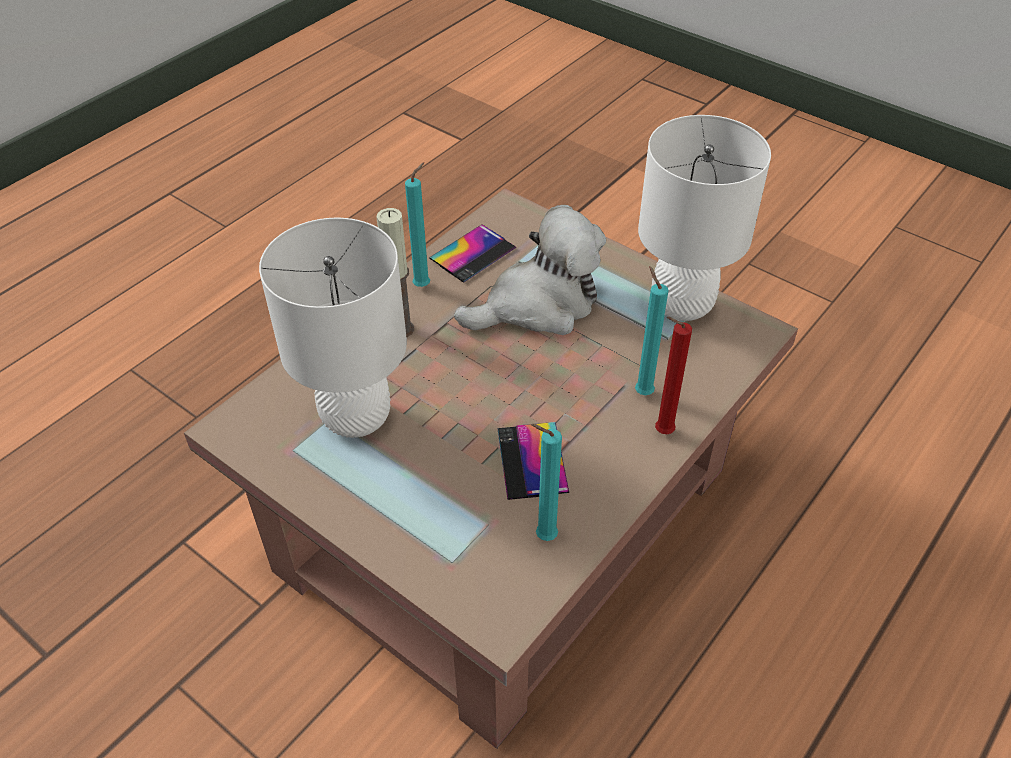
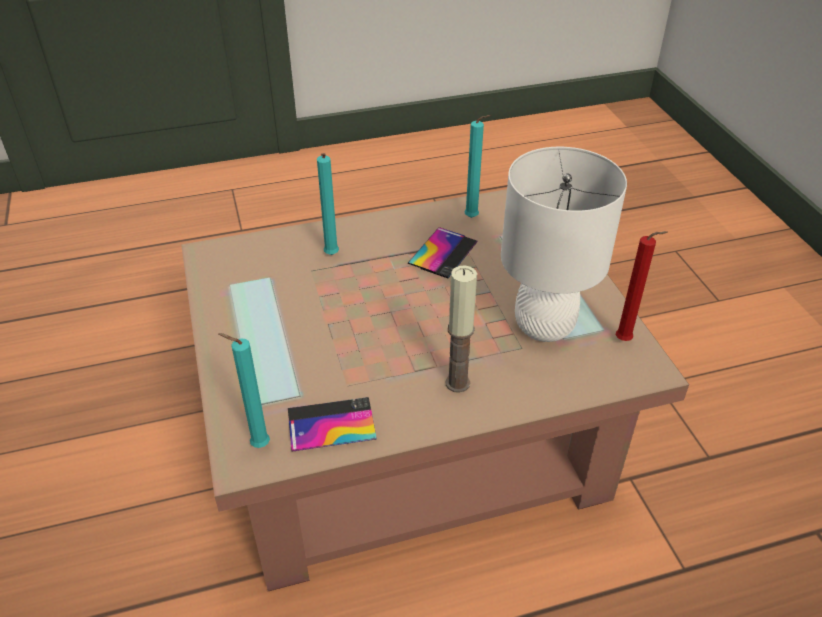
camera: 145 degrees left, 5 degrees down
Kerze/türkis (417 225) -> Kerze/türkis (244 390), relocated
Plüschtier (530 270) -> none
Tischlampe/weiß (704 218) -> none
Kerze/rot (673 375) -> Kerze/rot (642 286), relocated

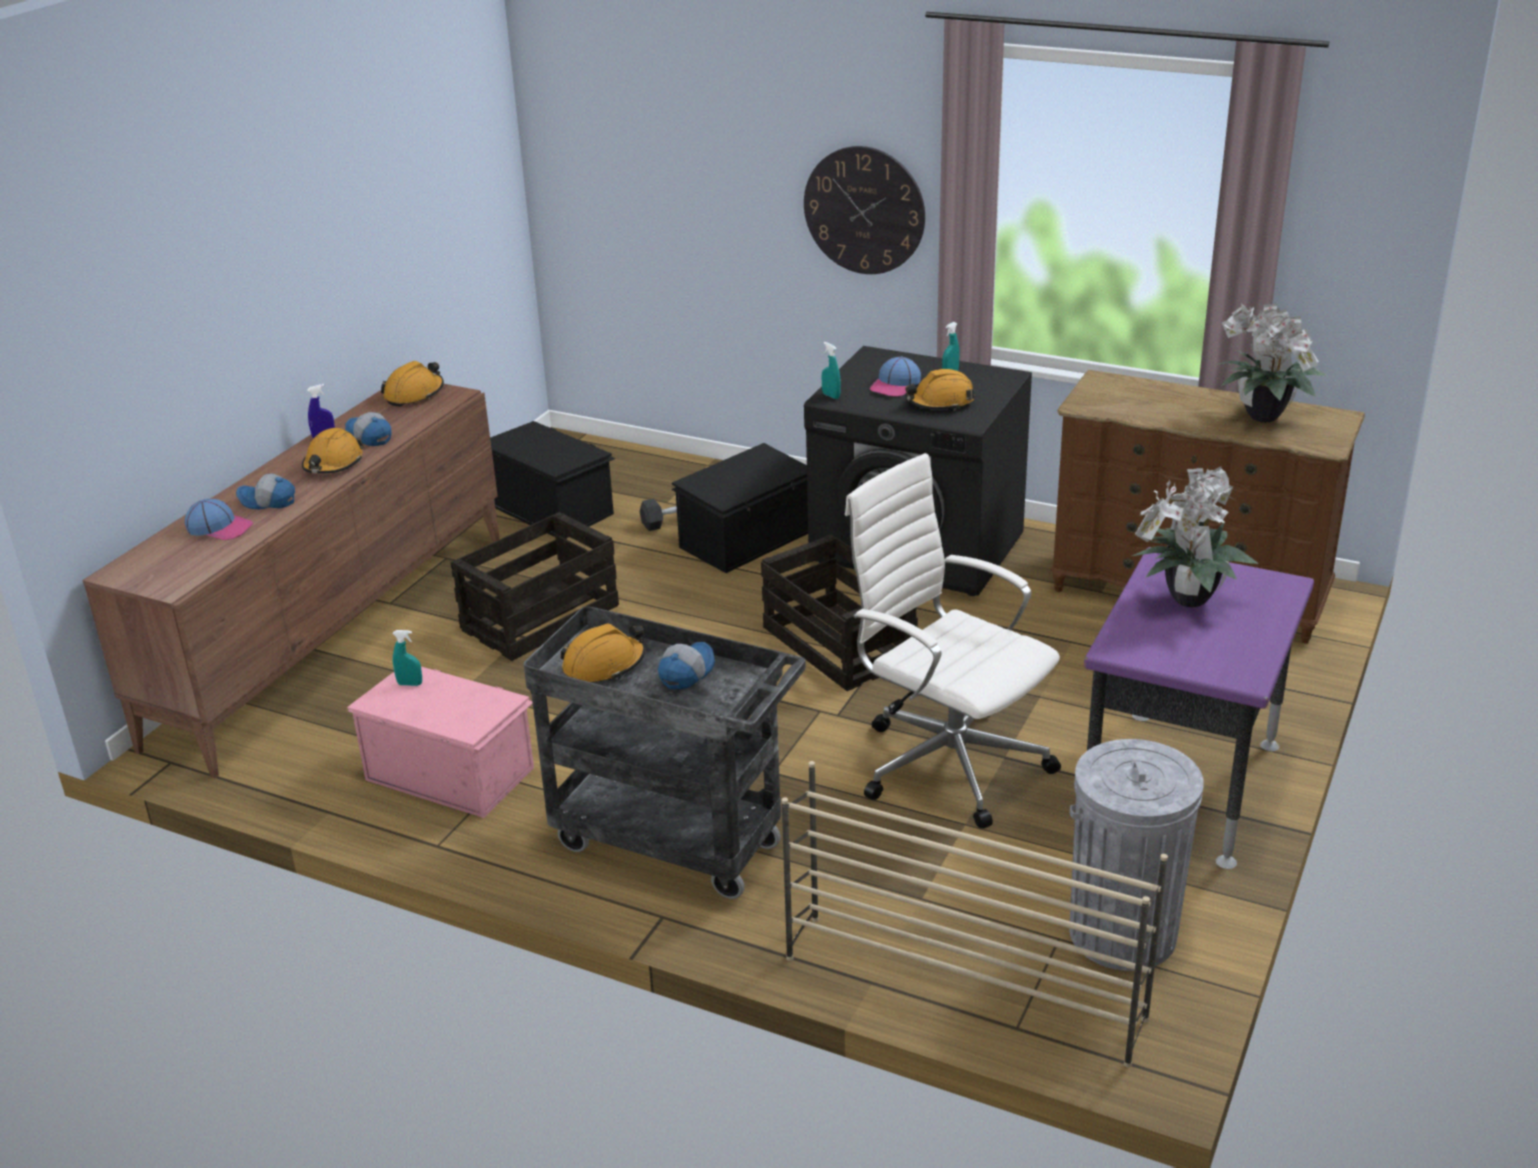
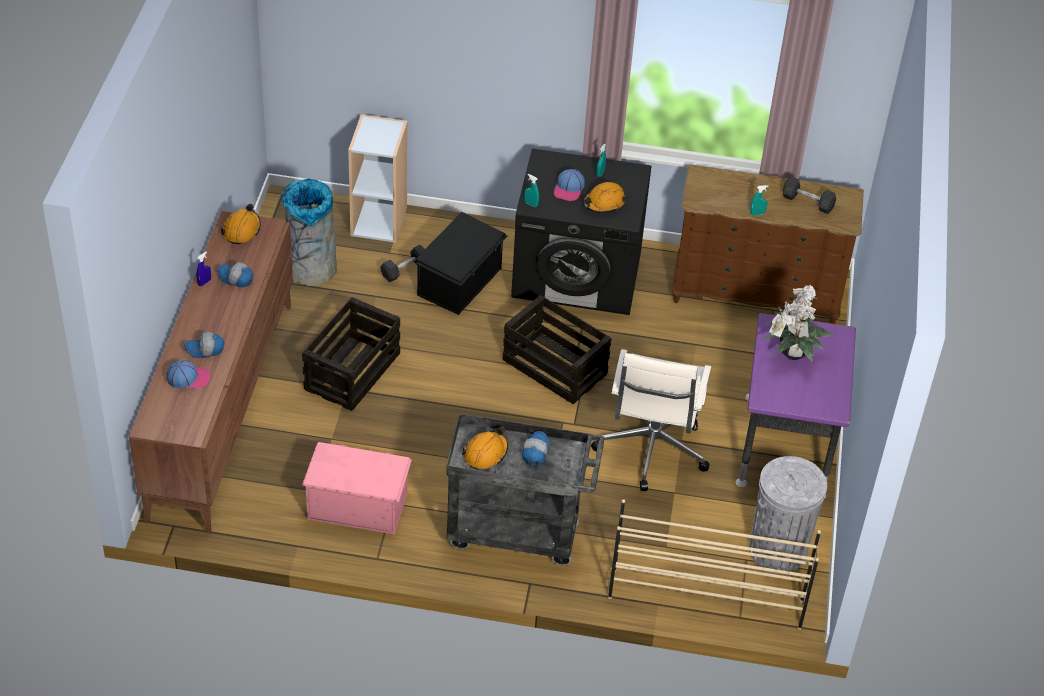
camera: 20 degrees left, 15 degrees up
Schutzhelm/orange (333 451) -> none
Sprühflasche/türkis (407 658) -> Sprühflasche/türkis (759 200), relocated
Aufbewahrungsbox/schwarz (553 479) -> Mülleimer/grau (309 232)
Wanduhr (864 210) -> none
Bürostuhl/weiß (953 641) -> Bürostuhl/weiß (651 420), 105 degrees counterclockwise
Topfpflanze (1272 363) -> Hantel/grau (809 195)
none -> Bücherregal (377 178)

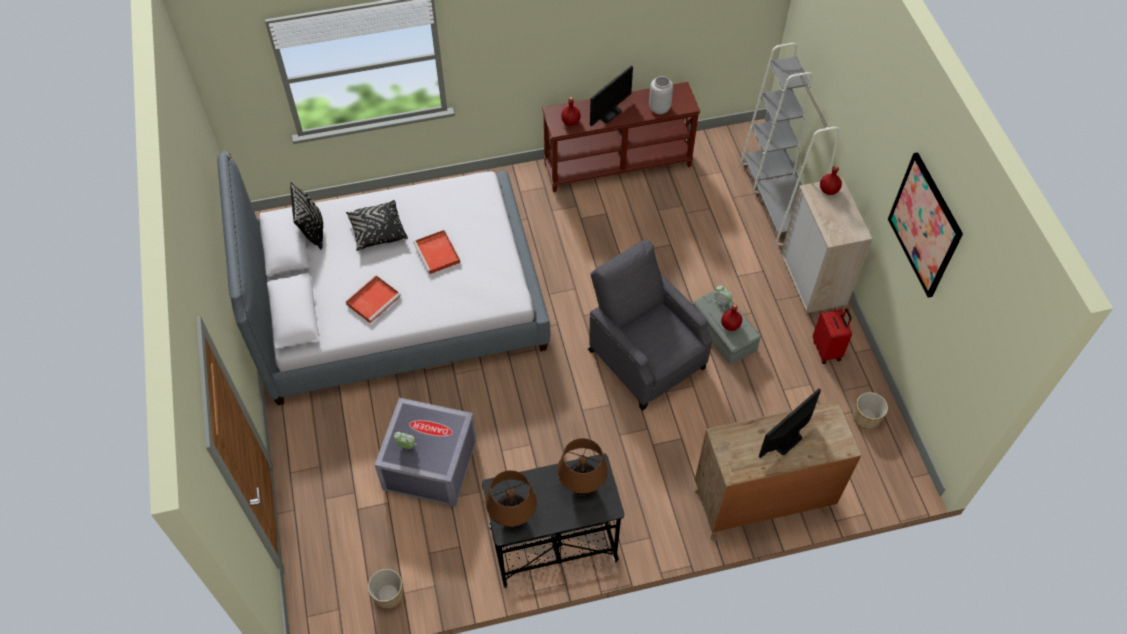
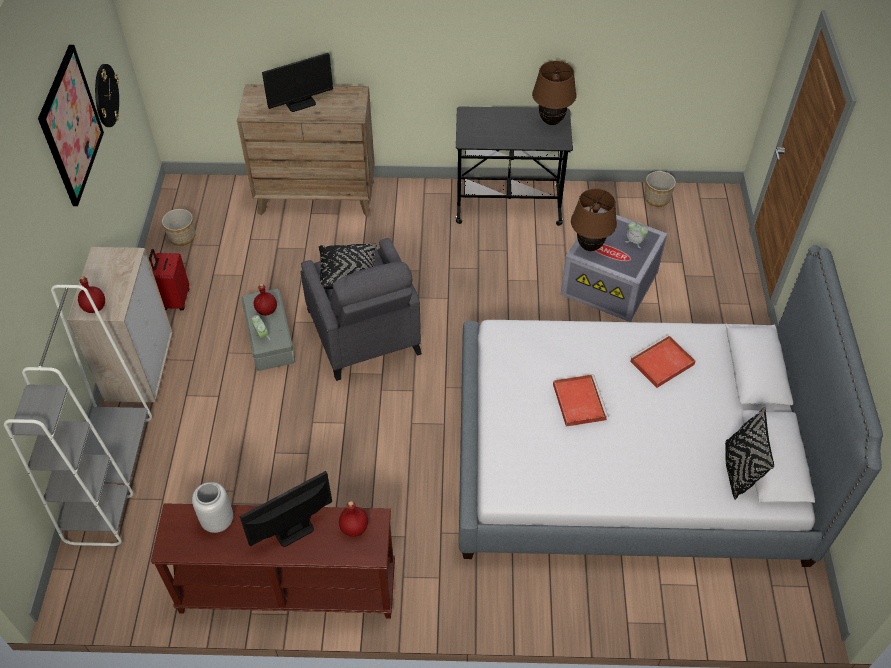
camera: 165 degrees left, 5 degrees down
Kissen/schwarz (377 225) -> Kissen/schwarz (348 266), relocated
Tischlampe/braun (582 467) -> Tischlampe/braun (594 219), relocated
none -> Wanduhr (107 95)

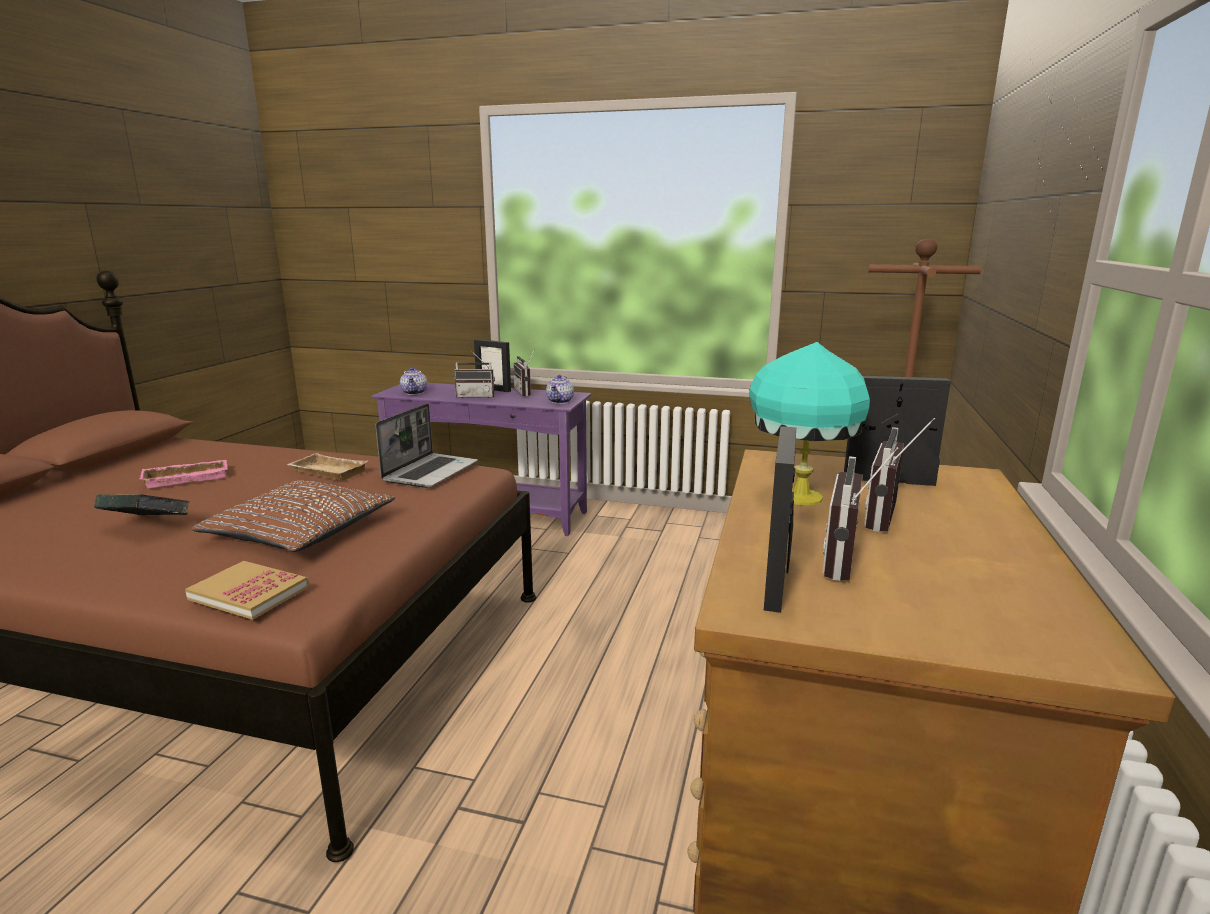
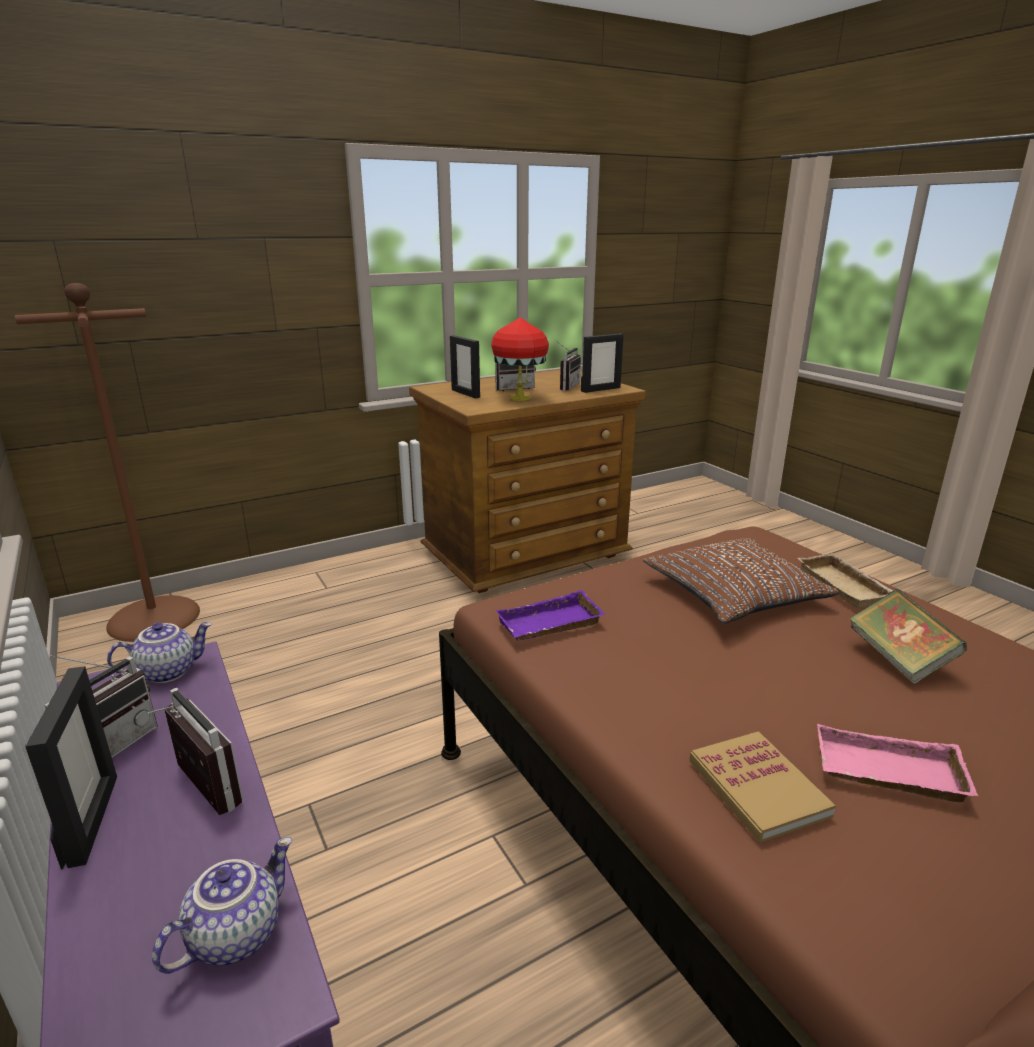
camera: 135 degrees left, 5 degrees up
Buch (247 590) -> Buch (762 787), relocated
Tablett/beige (327 467) -> Tablett/beige (845 581), relocated
Laptop (427 445) -> Tablett/lila (550 615)
Tischlampe/türkis (809 423) -> Tischlampe/rot (520 359)
Radio (860 514) -> Radio (568 365), 45 degrees counterclockwise

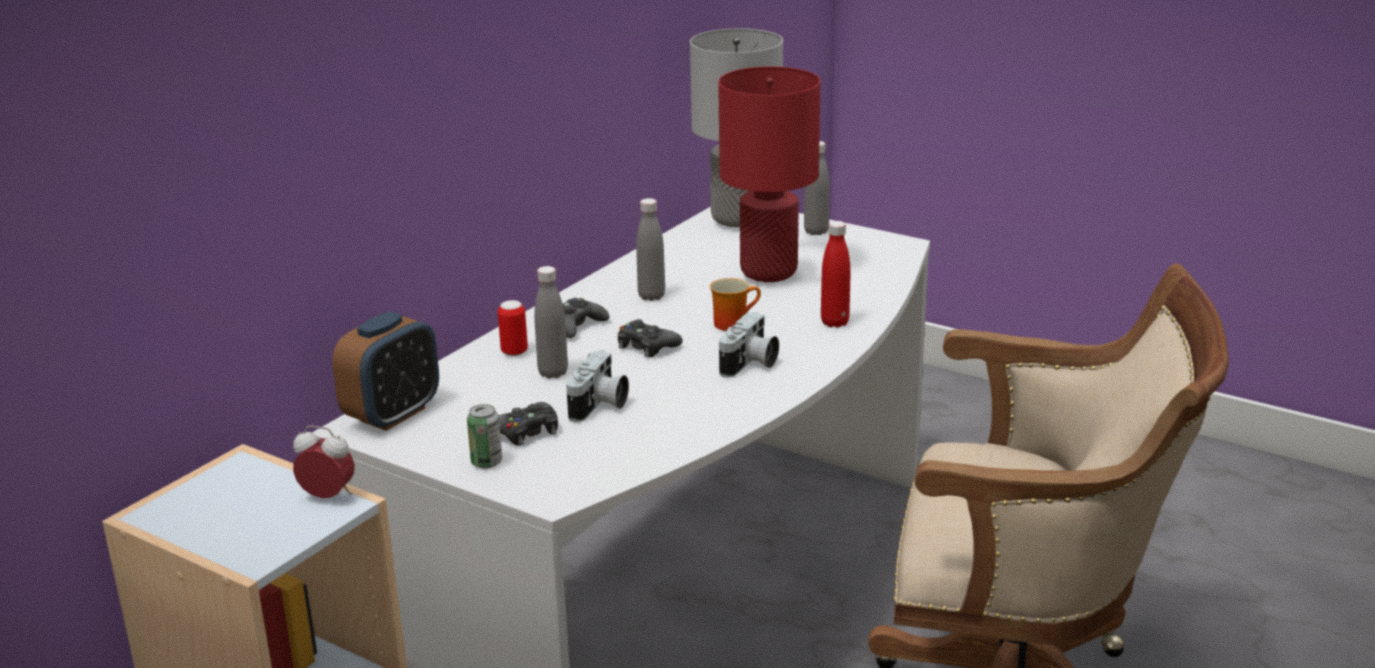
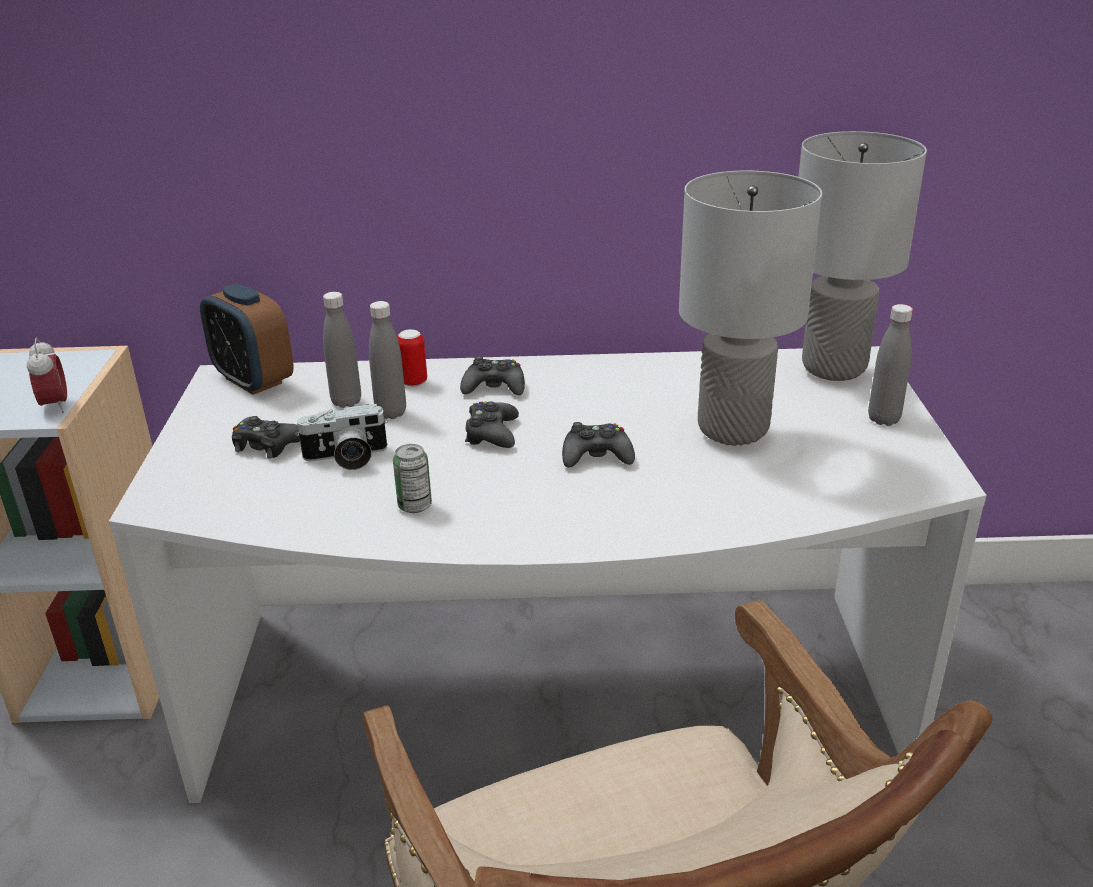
camera: 55 degrees right, 5 degrees up
Wecker (385 371) -> Wecker (247 339), 45 degrees clockwise
Dose (484 436) -> Dose (412 478), relocated
Flasche/grau (650 249) -> Flasche/grau (342 350), relocated
Henkelbecher (735 304) -> Gamepad/schwarz (598 444)
Tischlampe/rot (769 174) -> Tischlampe/grau (750 308)
Kamera (749 345) -> none
Flasche/rot (836 274) -> none

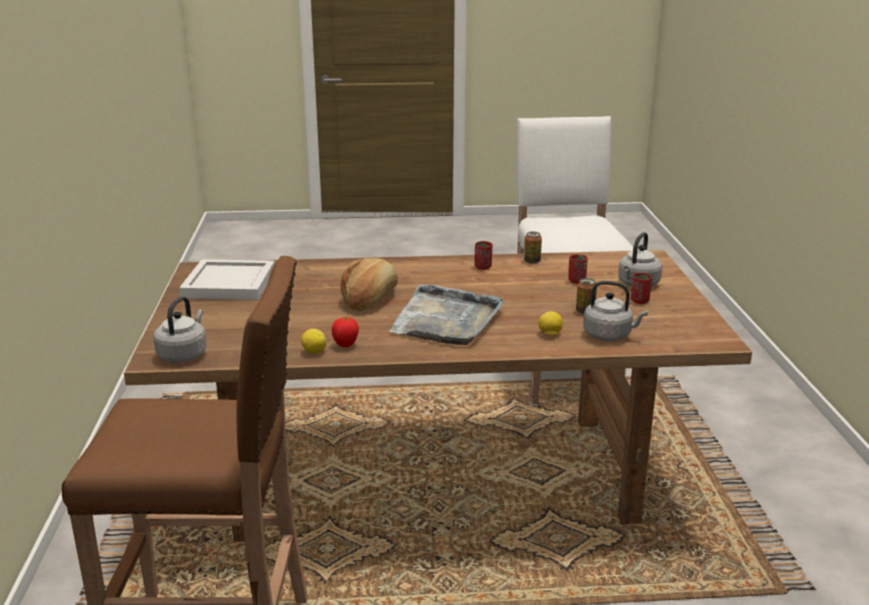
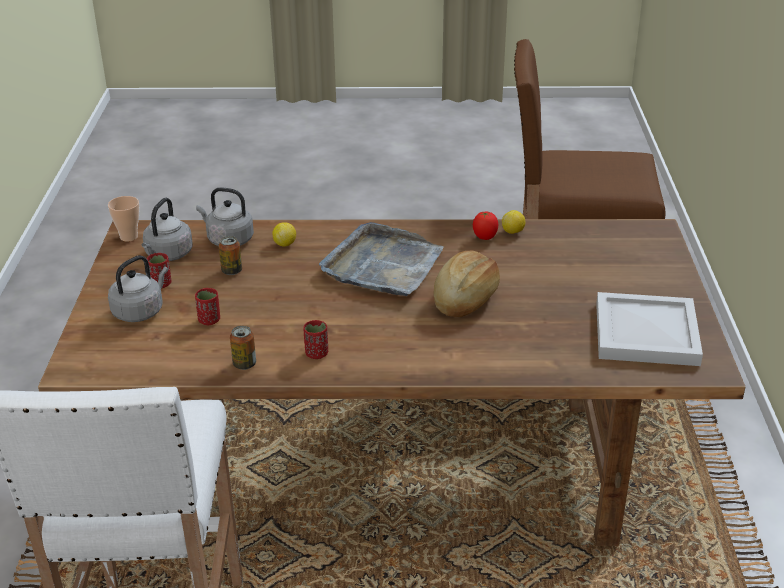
camera: 175 degrees left, 10 degrees up
Wasserkessel/grau (180 329) -> Wasserkessel/grau (167 229), relocated
none -> Tasse (124 219)

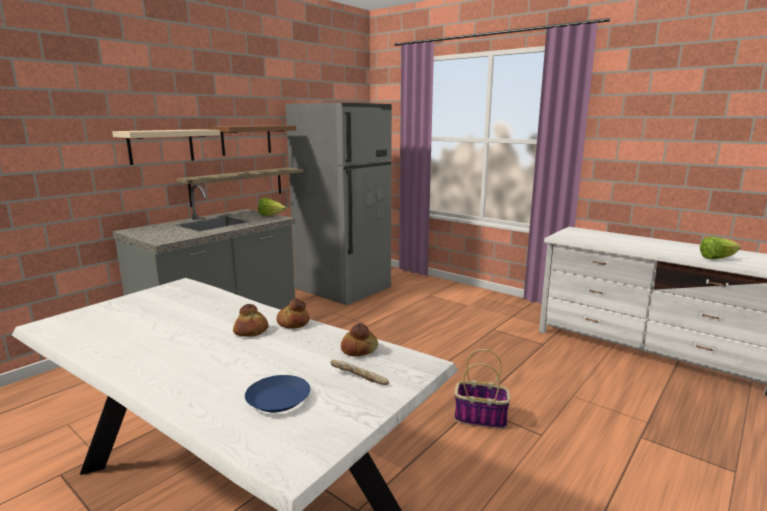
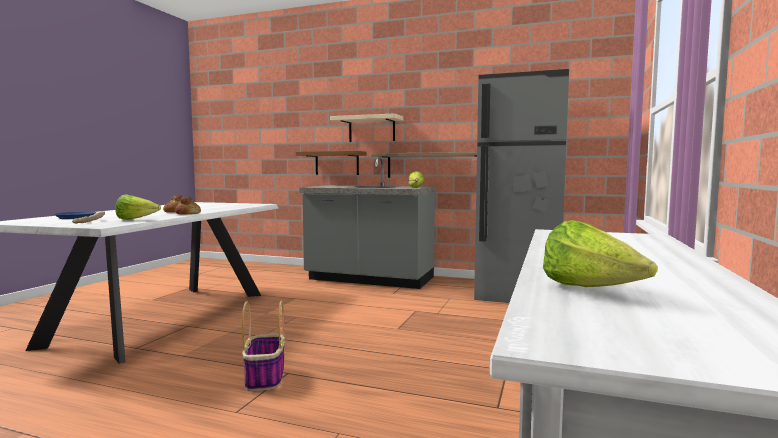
camera: 70 degrees right, 10 degrees down
Wandregal/braun (253 140) -> Wandregal/braun (331 163), relocated
Brot (359 339) -> Salatkopf (138 207)

